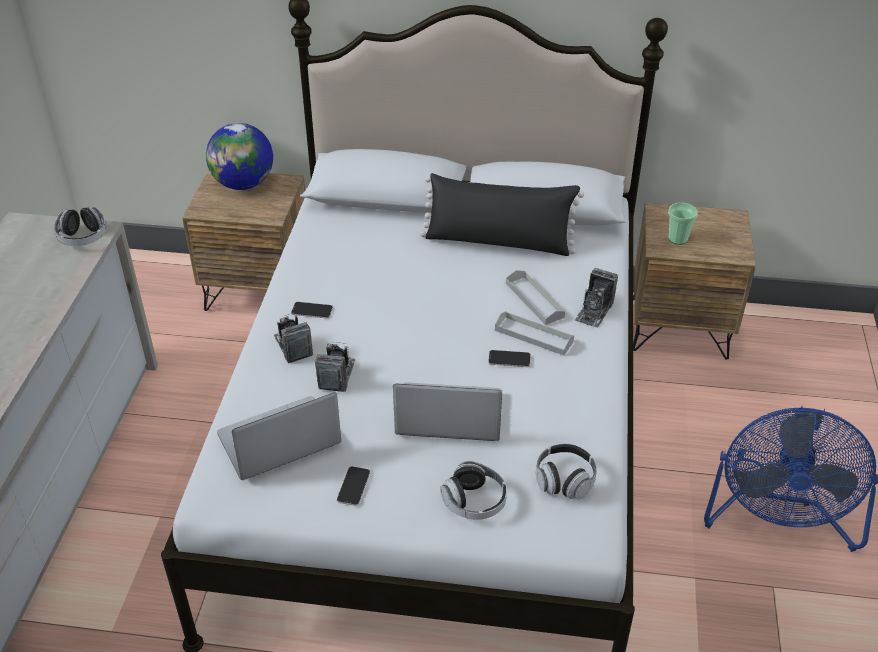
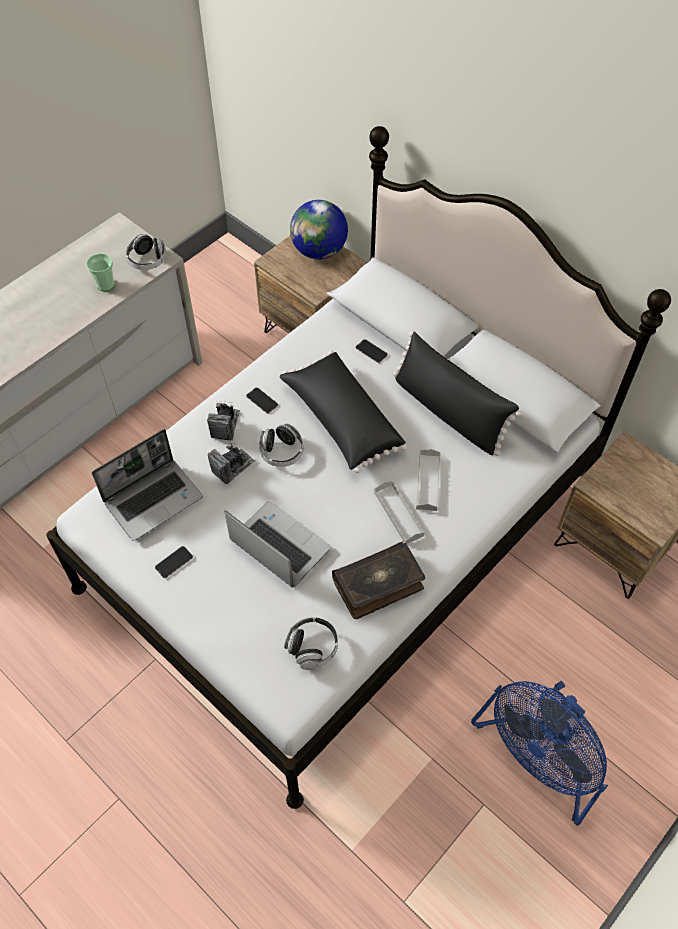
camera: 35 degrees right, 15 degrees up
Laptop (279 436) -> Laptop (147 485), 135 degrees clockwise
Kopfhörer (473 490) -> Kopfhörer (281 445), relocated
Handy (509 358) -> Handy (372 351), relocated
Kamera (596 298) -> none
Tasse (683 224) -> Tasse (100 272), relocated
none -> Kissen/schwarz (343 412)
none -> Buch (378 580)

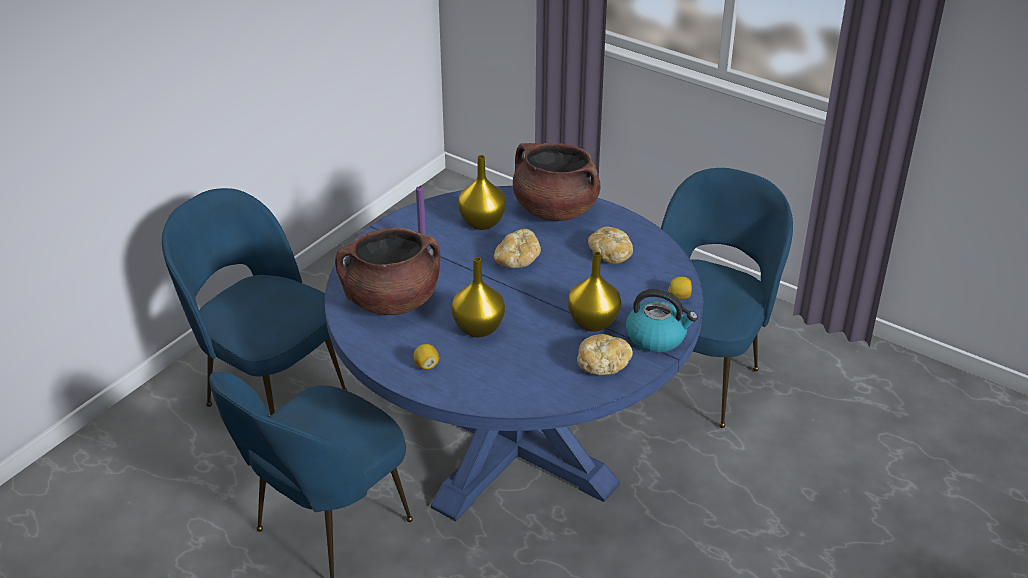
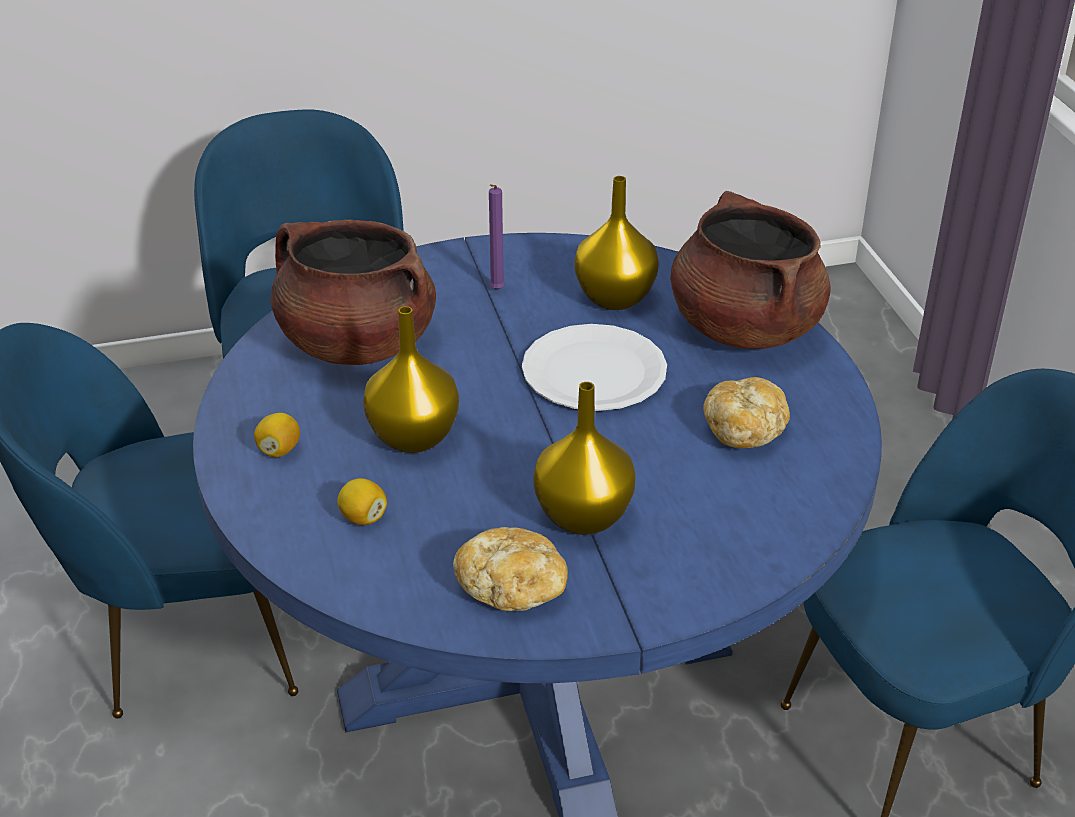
camera: 40 degrees right, 0 degrees up
Brot (517 248) -> Teller/weiß (594 367)
Wasserkessel (662 321) -> none
Zitrone (680 288) -> Zitrone (362 501), relocated

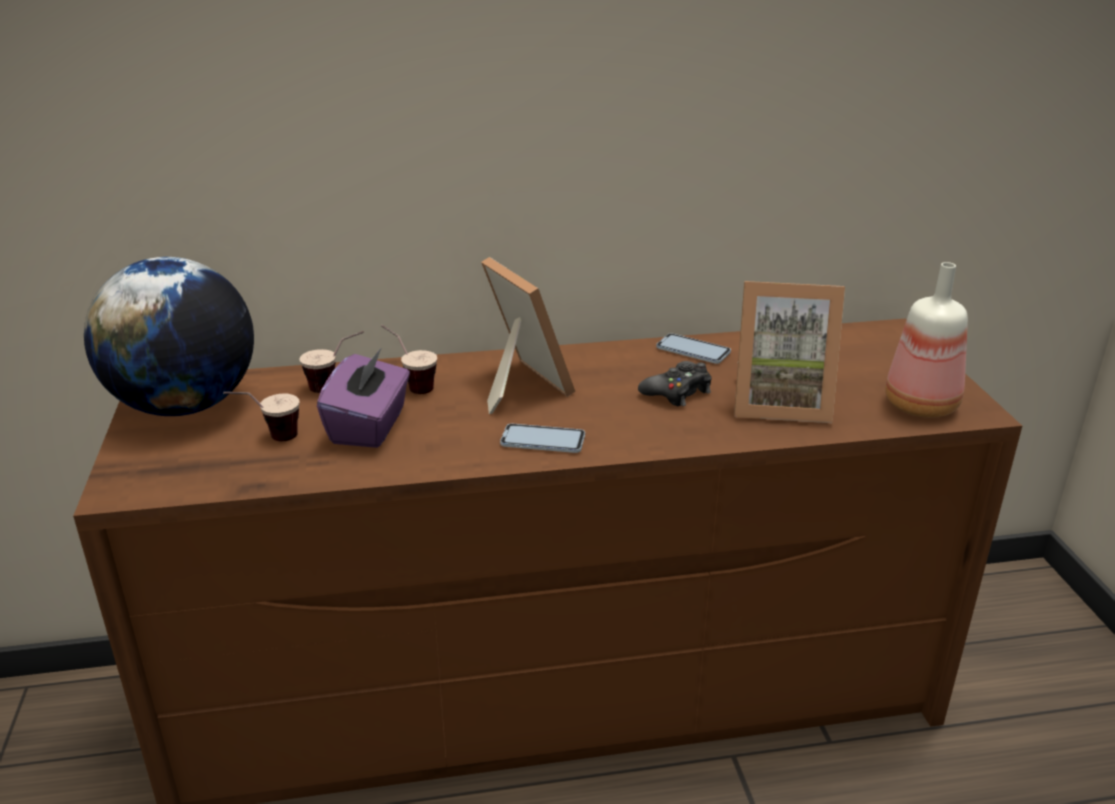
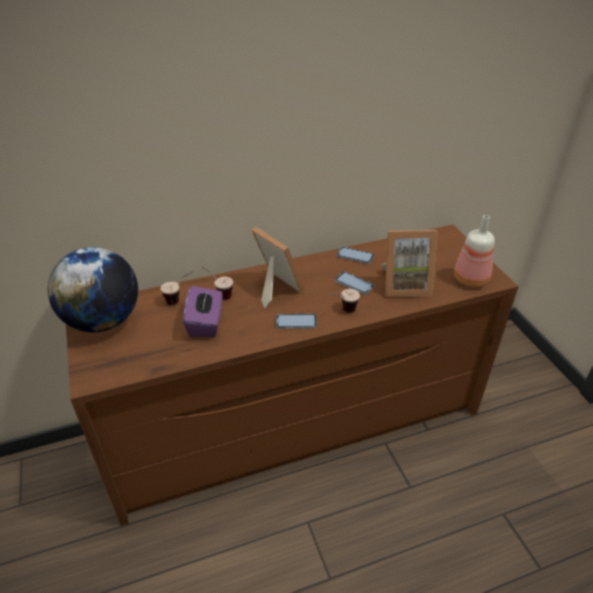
camera: 10 degrees left, 10 degrees up
Tasse (261 416) -> Tasse (346 301), relocated
Gamepad/schwarz (675 383) -> Handy (354 283)

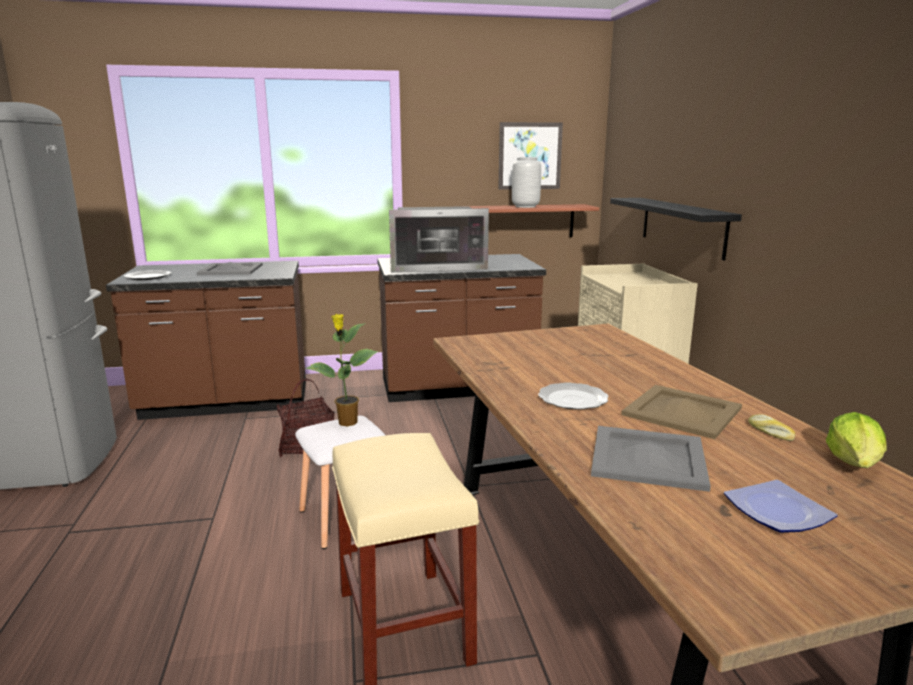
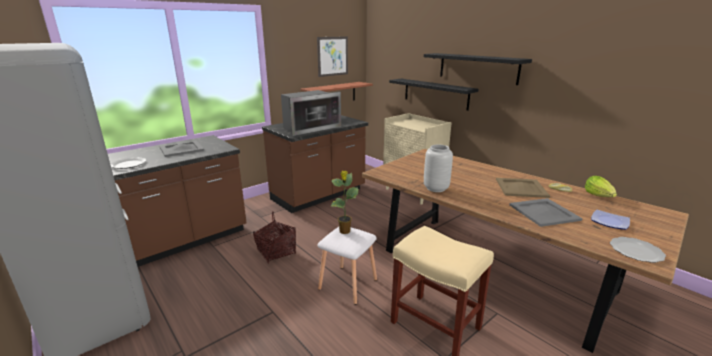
camera: 30 degrees left, 5 degrees up
Vase/grau (526 182) -> Vase/grau (438 168), relocated
Teller (573 396) -> Teller (638 250), relocated
none -> Wandregal/schwarz (478 69)

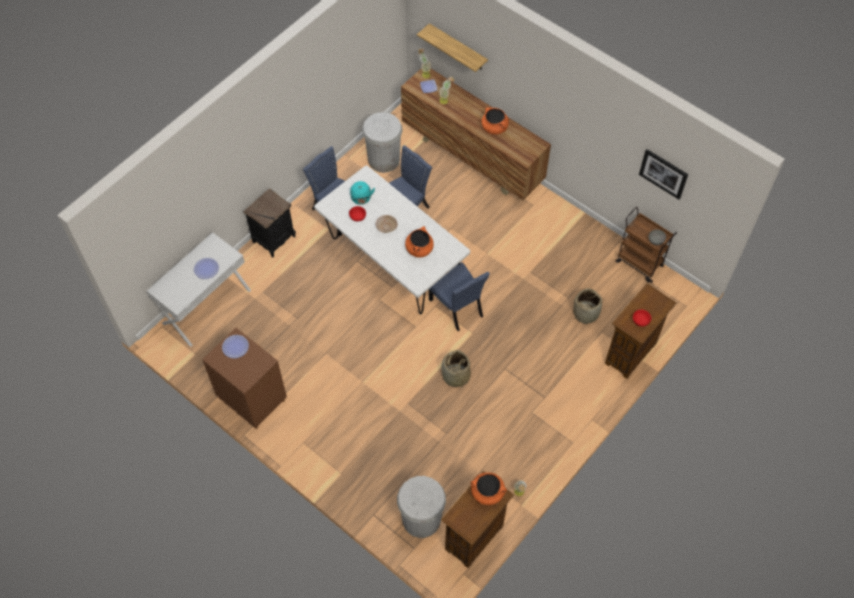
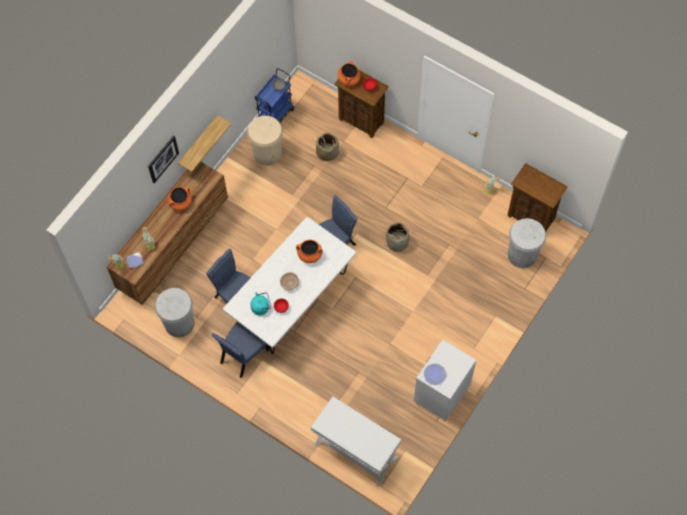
camera: 95 degrees left, 5 degrees up
Teller (206 268) -> none
Kommode/braun (244 378) -> Kommode/weiß (445 380)
Nachttisch/schwarz (269 223) -> none
Wandregal (452 47) -> Wandregal (204 143), relocated
Kochtopf/orange (489 488) -> Kochtopf/orange (349 73), relocated
Rollwagen/braun (646 245) -> Rollwagen/blau (274 95)
Bild (663 174) -> Bild (163 159), relocated
none -> Mülleimer/beige (265 141)

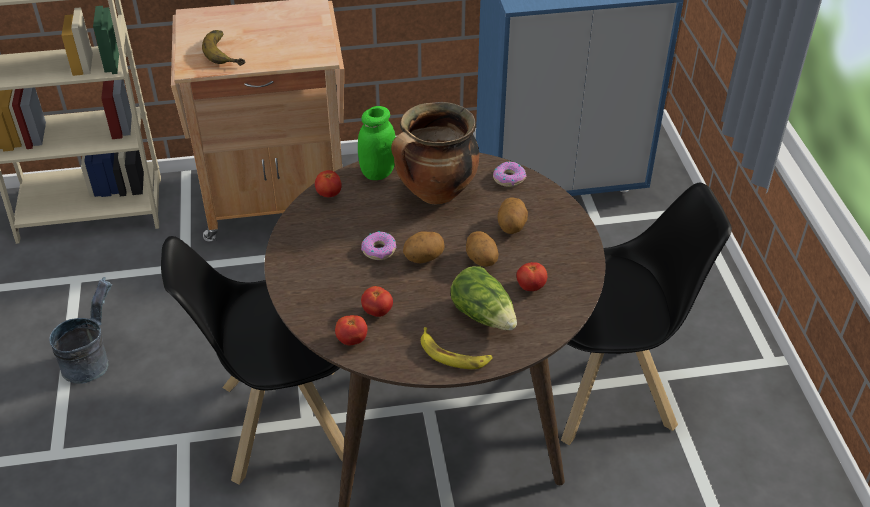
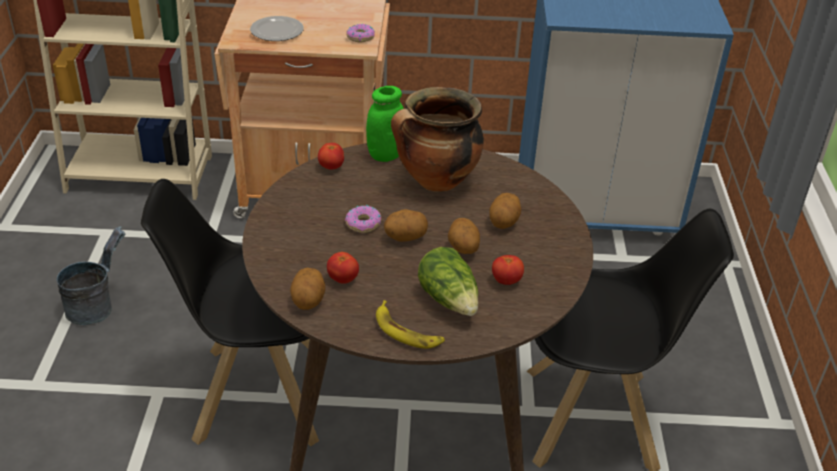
camera: 10 degrees right, 5 degrees down
Banane (223 48) -> Teller (277 28)
Tomate (351 330) -> Kartoffel (308 289)
Donut (509 174) -> Donut (361 33), relocated

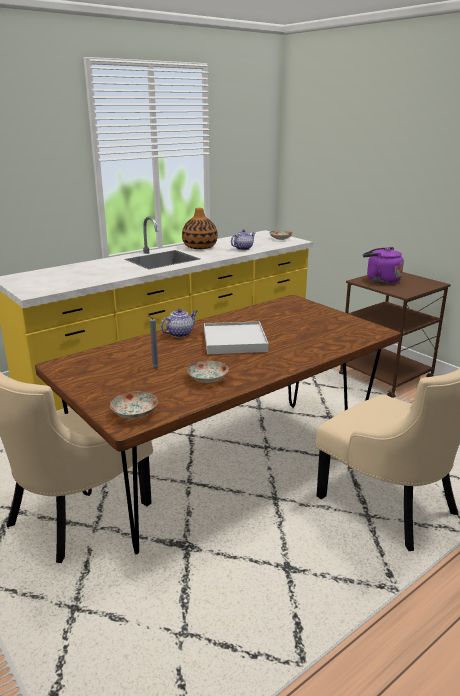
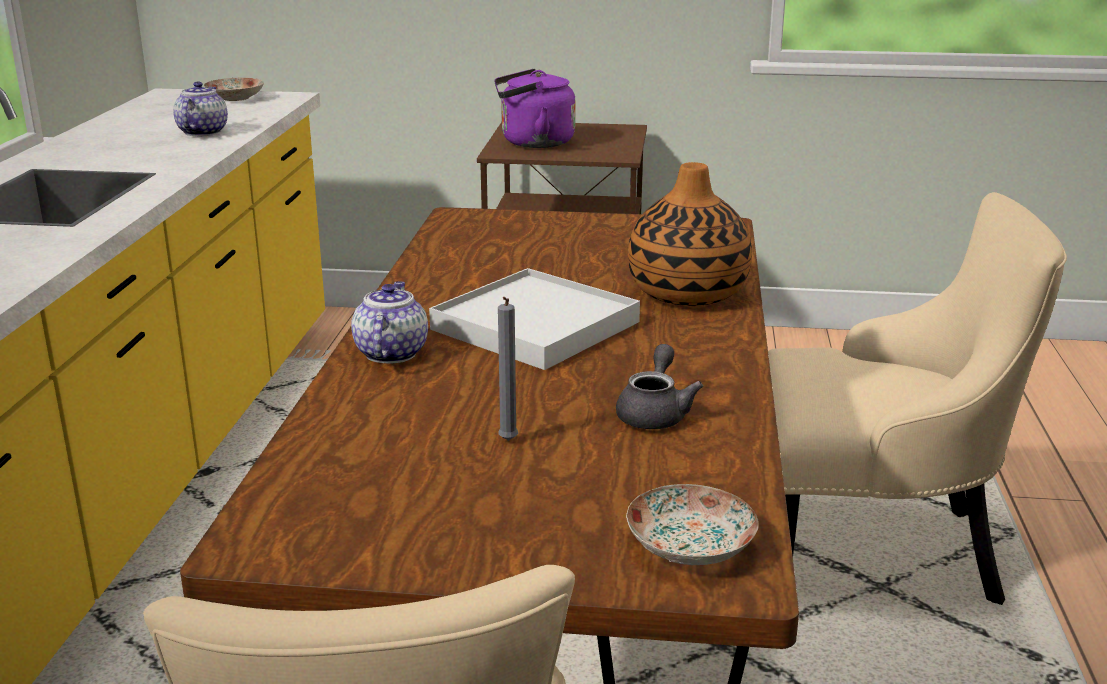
camera: 45 degrees left, 0 degrees up
Vase (200 228) -> Vase (690 234), relocated
Teller (208 372) -> Teekanne/grau (659 386)

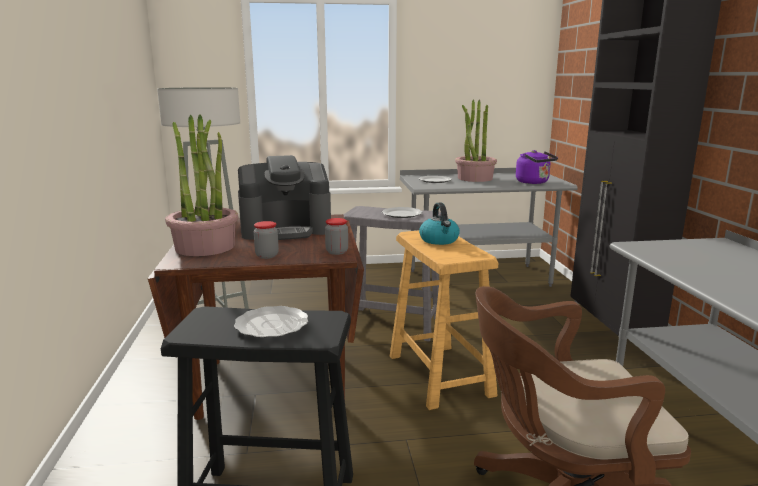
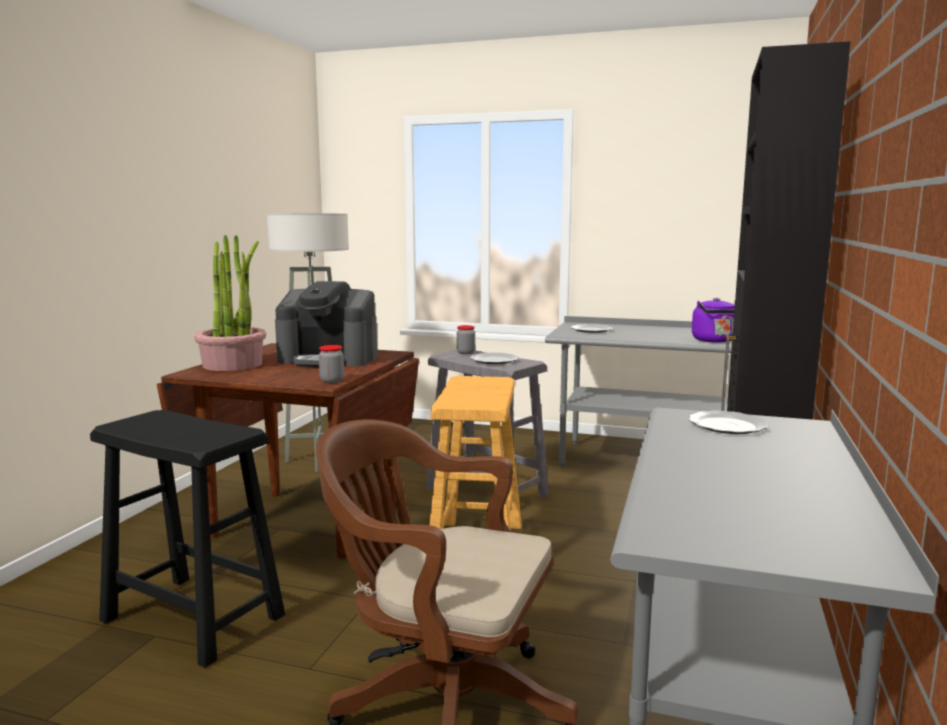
camera: 25 degrees right, 5 degrees down
Teller (271 322) -> Teller (728 422), relocated
Vorratsglas (266 240) -> Vorratsglas (466 339), relocated
Wasserkessel (439 224) -> none
Topfpflanze (476 141) -> none

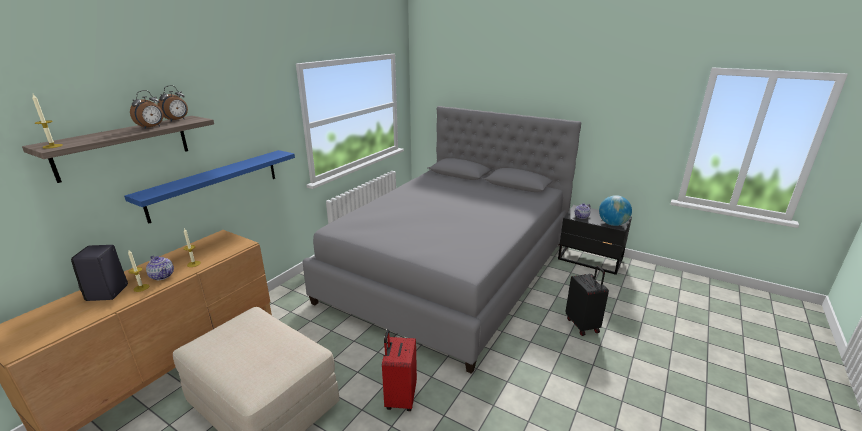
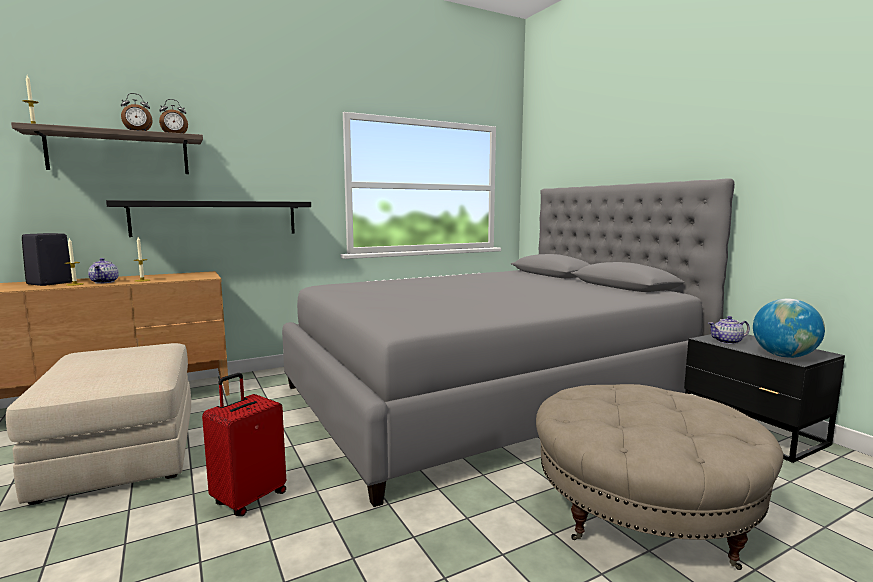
camera: 30 degrees right, 15 degrees down
Wandregal/blau (209 187) -> Wandregal/schwarz (208 218)
Koffer/schwarz (587 301) -> Polsterhocker/beige (660 477)

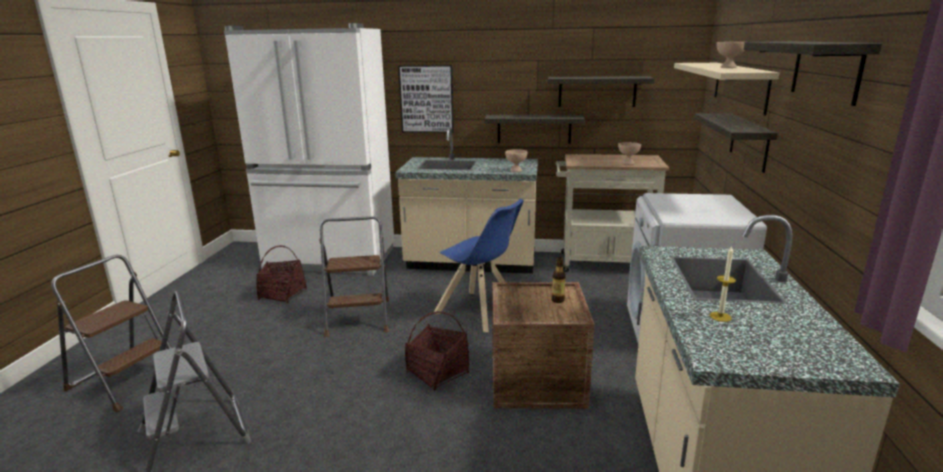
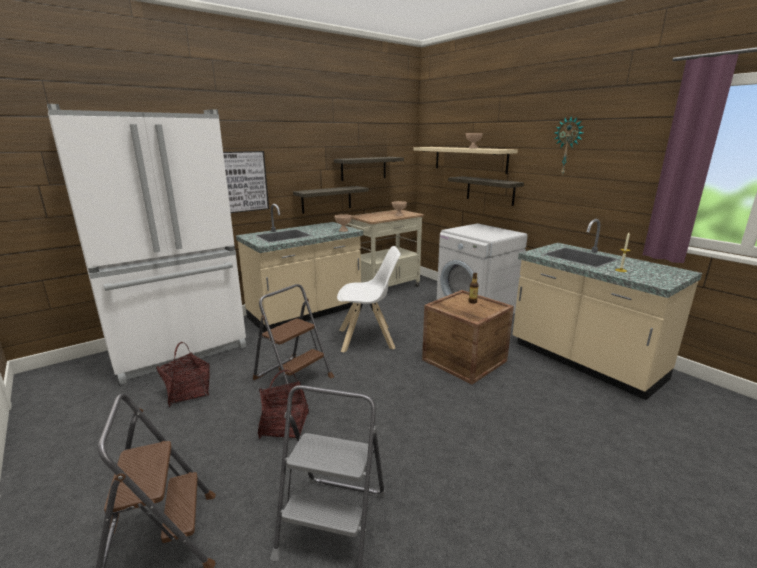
camera: 45 degrees left, 0 degrees up
Korb (437 350) -> Korb (283 404), relocated
Stuhl/blau (479 265) -> Stuhl/weiß (369 299)
Wandregal (813 73) -> Wanduhr (569 146)

